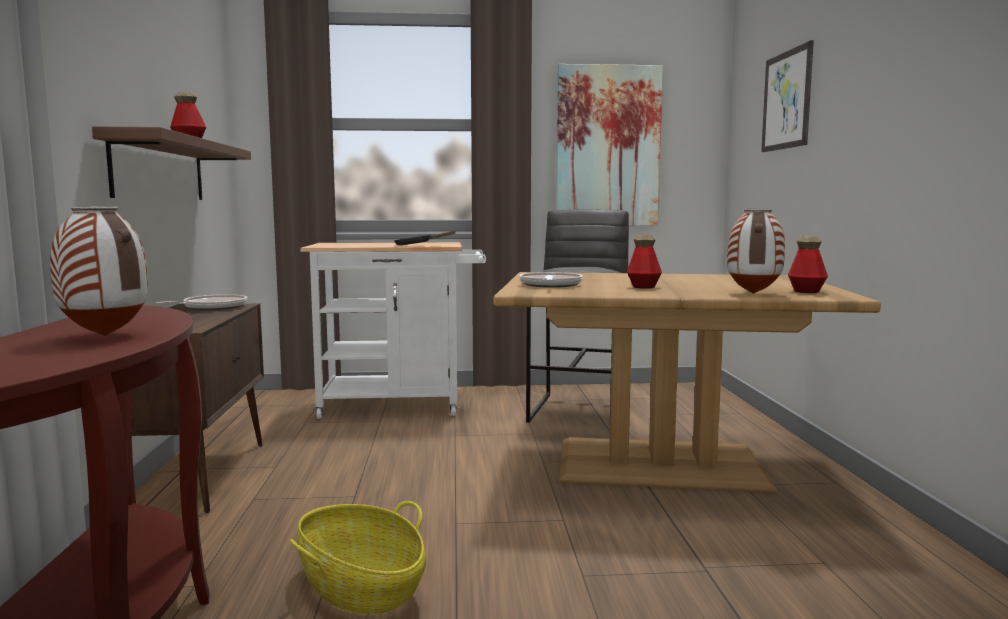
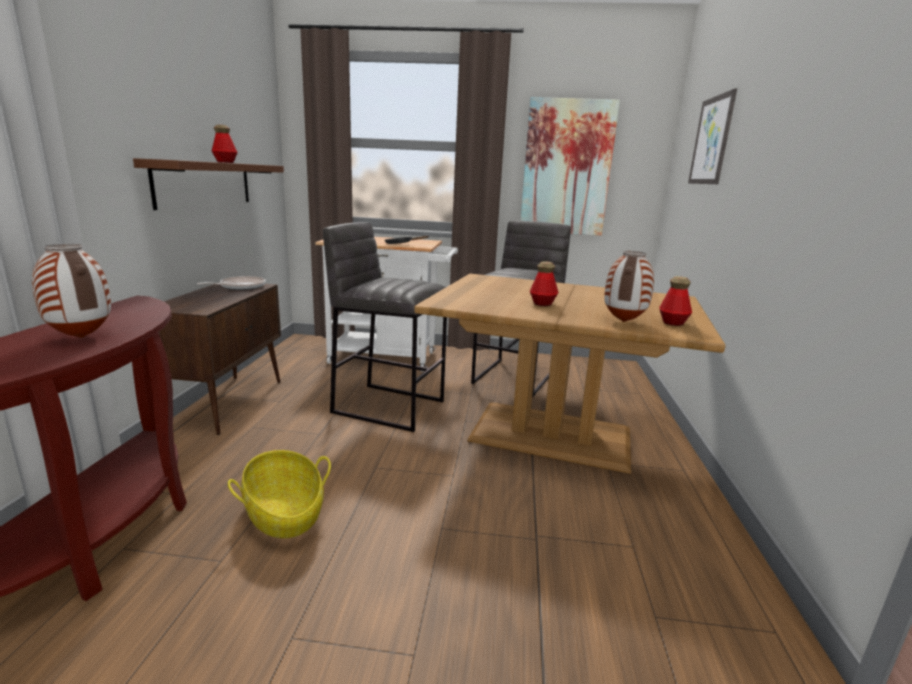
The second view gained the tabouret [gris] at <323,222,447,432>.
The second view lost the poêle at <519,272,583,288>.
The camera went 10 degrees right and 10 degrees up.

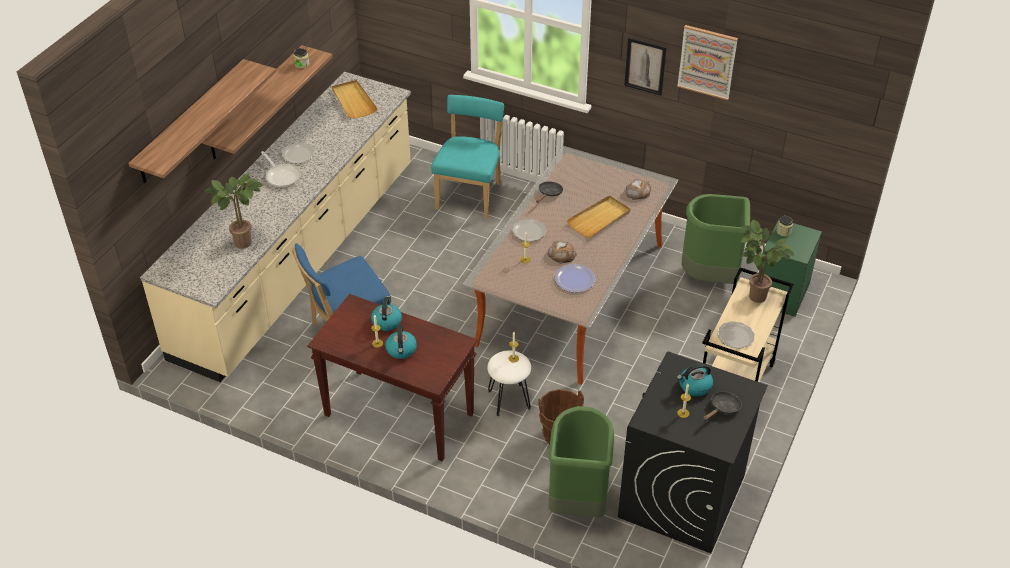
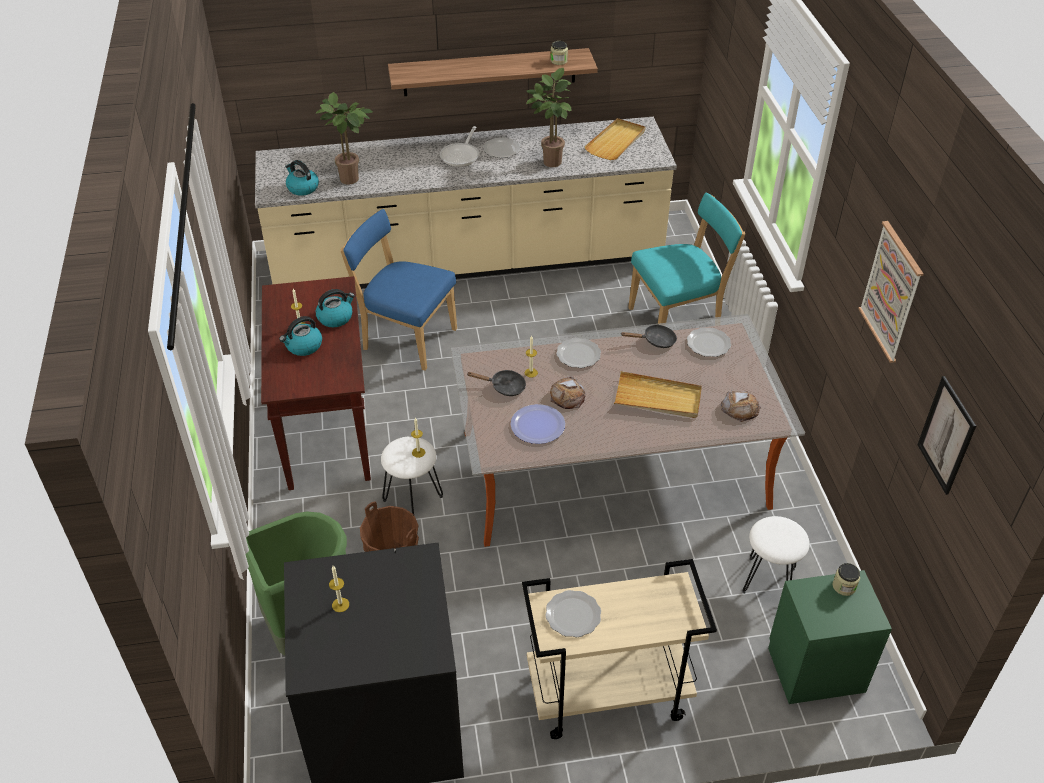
The bouilloire ended up elsewhere, having gone from <677,363,713,396> to <285,160,319,196>.
The poêle [noir] ended up elsewhere, having gone from <703,391,742,421> to <467,370,526,396>.
The plante en pot ended up elsewhere, having gone from <741,220,794,303> to <526,68,571,167>.
The second view gained the assiette at <687,327,731,357>.
Where the poubelle [vert] stood at <682,194,750,284>, the tabouret [blanc] came to stand at <742,516,810,594>.
The tableau ended up elsewhere, having gone from <624,38,667,96> to <917,376,976,495>.
The second view lost the étagère at <128,59,276,183>.
The camera went 55 degrees right and 0 degrees up.

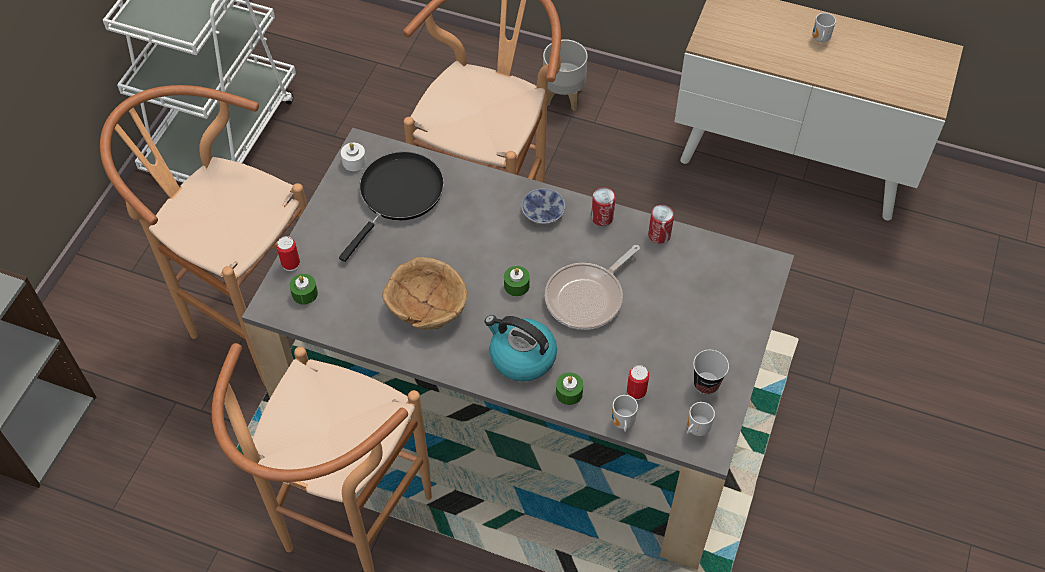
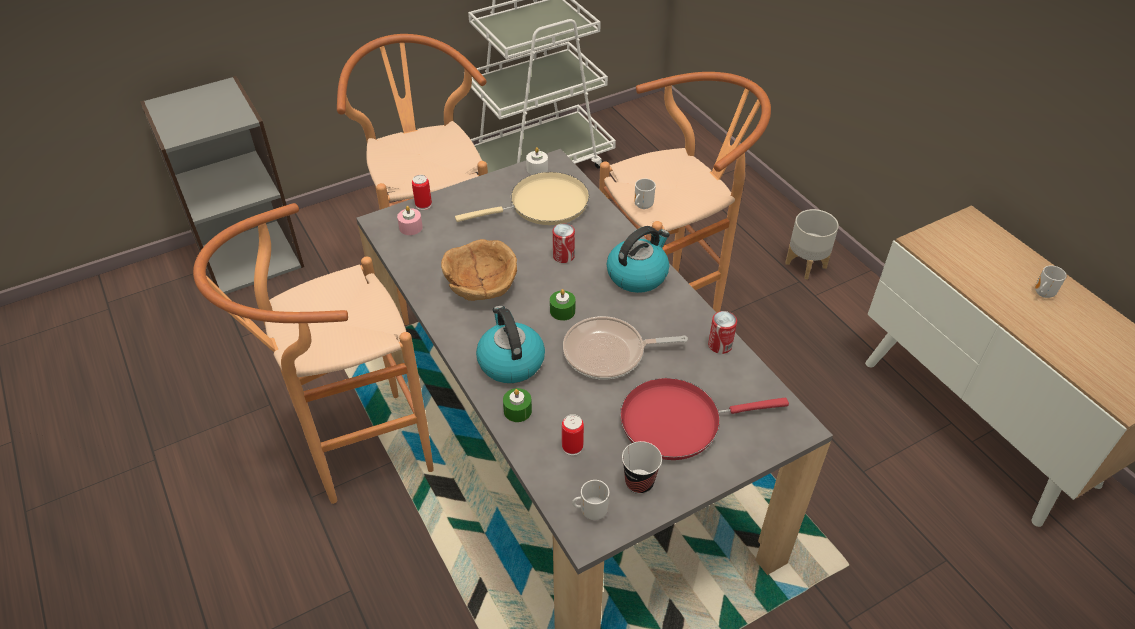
What was the bougie [vert] at <290,274,318,305> turned into the bougie [rose] at <397,206,423,235>.
What was the poêle [noir] at <339,152,444,262> turned into the poêle [beige] at <455,172,589,225>.
The boîte métallique ended up elsewhere, having gone from <591,187,616,226> to <553,223,575,263>.
Where the bol stood at <521,189,565,224>, the bouilloire came to stand at <607,226,670,293>.
The second view gained the poêle [rouge] at <620,378,789,460>.
The mug ended up elsewhere, having gone from <612,395,638,432> to <634,178,656,209>.
The camera went 40 degrees right and 10 degrees down.

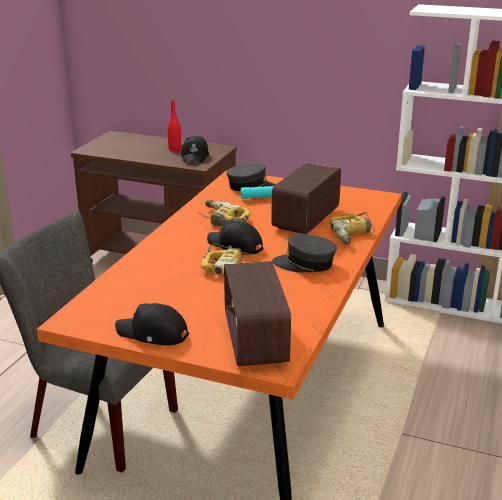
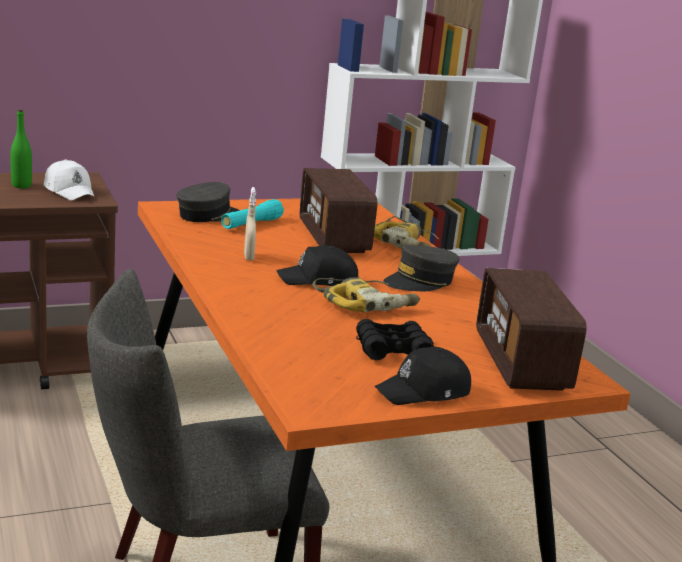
What was the bouteille [rouge] at <167,100,181,151> turned into the bouteille [vert] at <10,109,32,188>.
What was the casquette [noir] at <181,136,209,163> turned into the casquette [blanc] at <44,159,95,200>.
Where the perceuse stood at <197,200,251,226>, the vaporisateur [beige] came to stand at <244,187,256,260>.
The second view gained the jumelles [noir] at <356,319,434,360>.
The radio at <224,261,291,366> ended up facing another way, 45 degrees clockwise from before.
The camera went 45 degrees left and 5 degrees down.

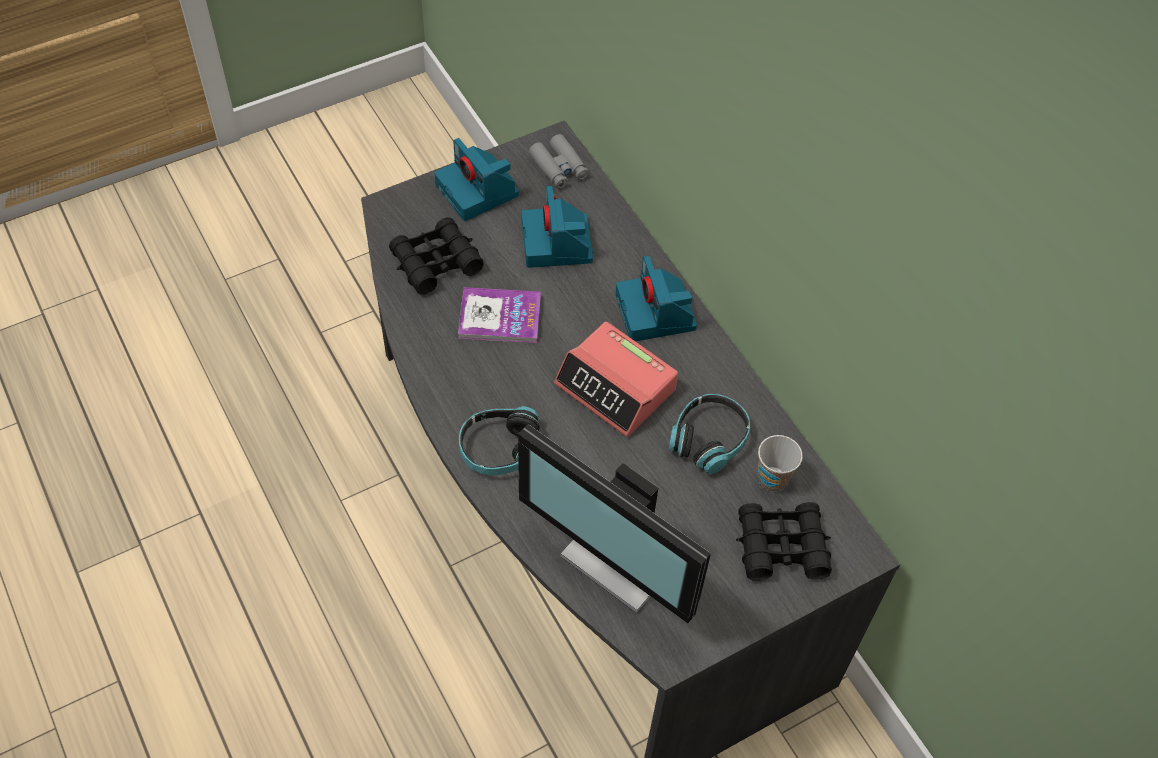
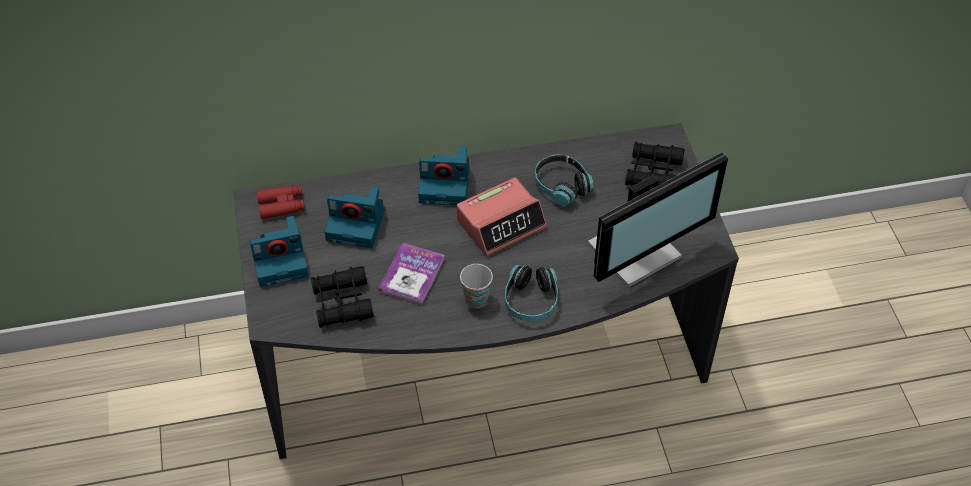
What was the jumelles [gris] at <529,134,589,189> turned into the jumelles [rouge] at <257,185,305,219>.
The tasse ended up elsewhere, having gone from <758,435,803,492> to <460,264,493,308>.
The camera went 70 degrees left and 5 degrees down.

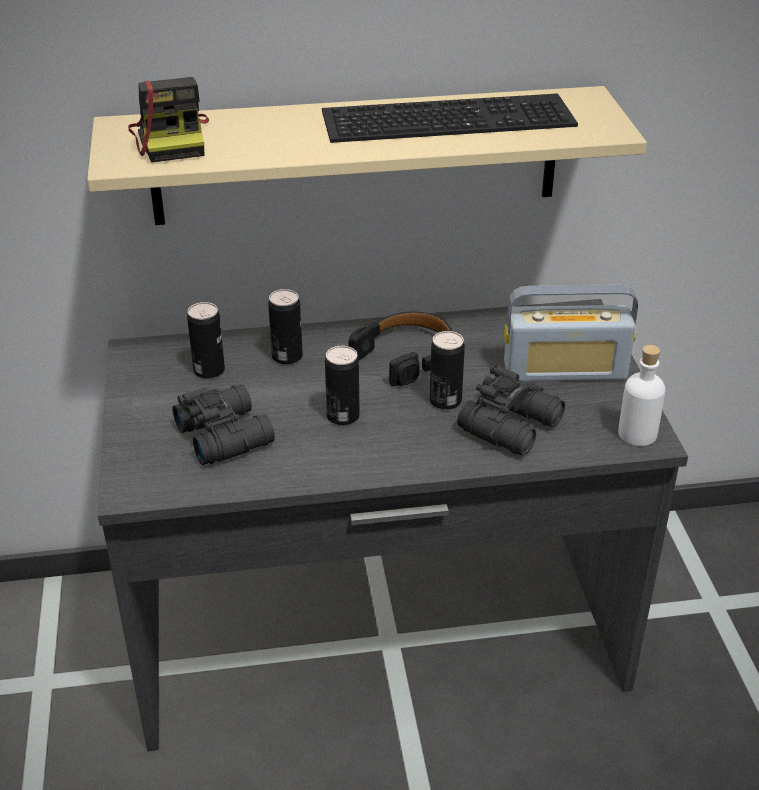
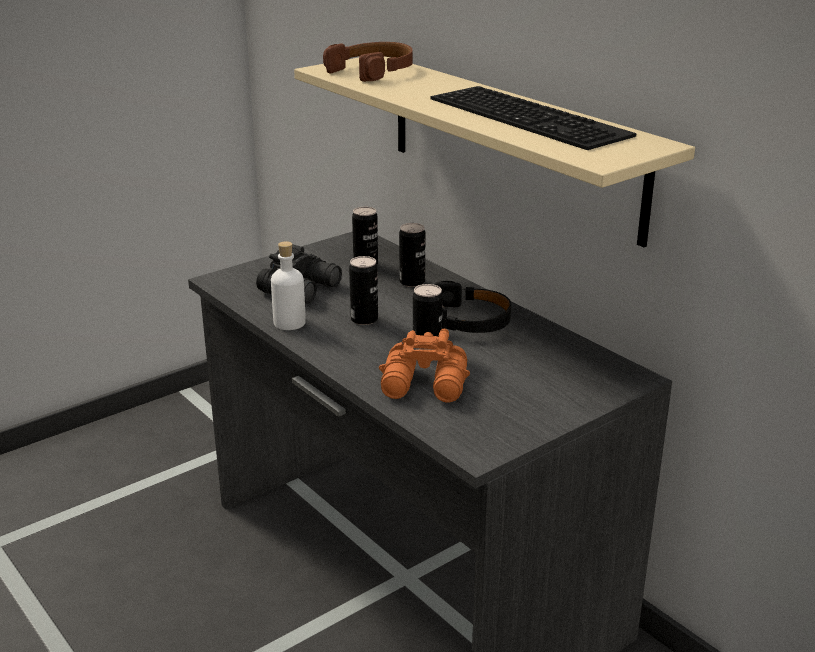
The bouteille [blanc] ended up elsewhere, having gone from <618,345,666,446> to <271,241,306,330>.
Where the appareil photo stood at <128,77,209,162>, the casque audio [marron] came to stand at <323,42,413,82>.
What was the jumelles [noir] at <457,364,565,456> turned into the jumelles [orange] at <379,329,470,403>.
The second view lost the radio at <504,284,638,382>.
The camera went 60 degrees right and 10 degrees down.

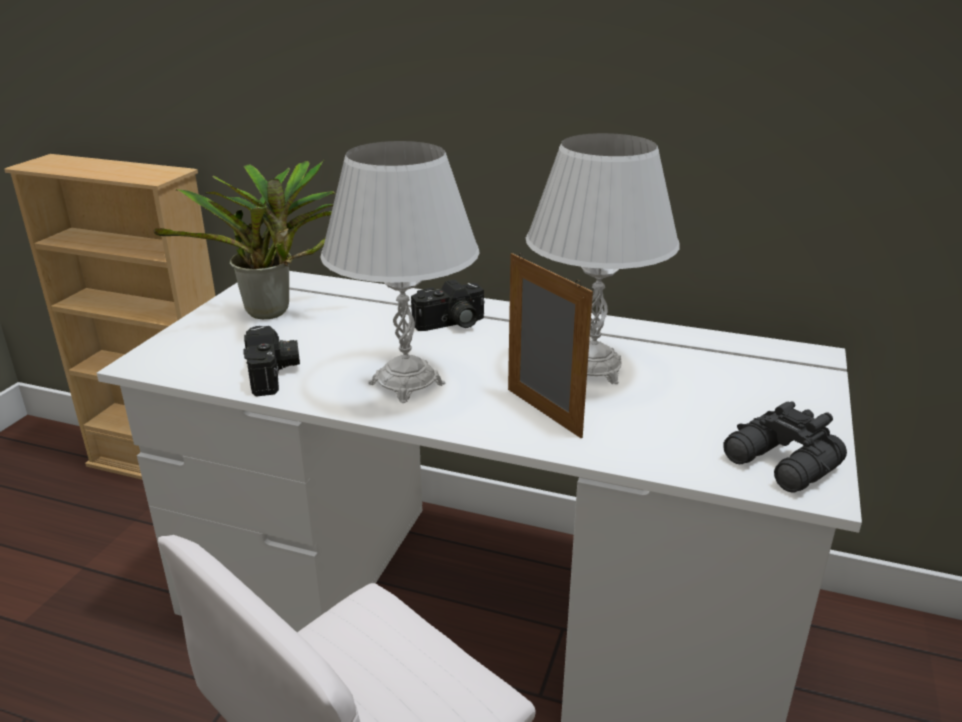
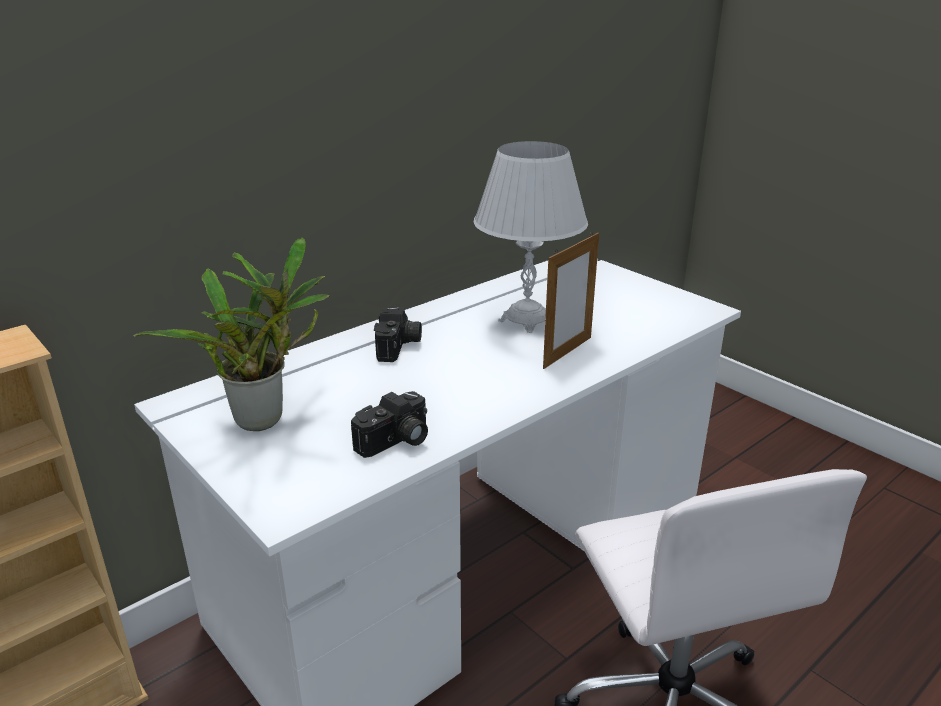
The appareil photo at <243,326,300,397> ended up facing another way, 120 degrees clockwise from before.
The cadre photo at <508,253,593,438> ended up facing another way, 135 degrees clockwise from before.
The second view lost the lampe de table [blanc] at <320,141,480,403>.
The second view lost the jumelles [noir] at <723,401,847,492>.
The camera went 60 degrees left and 0 degrees up.

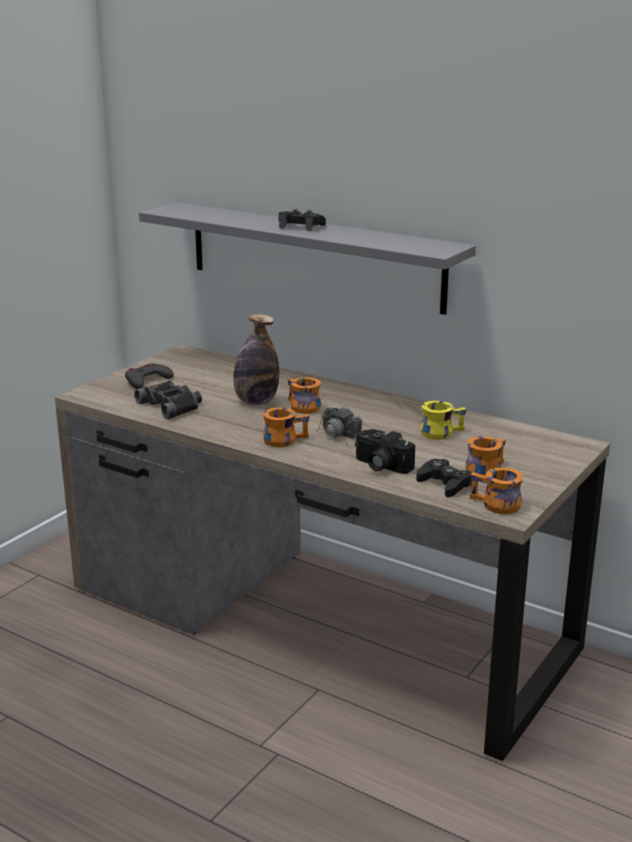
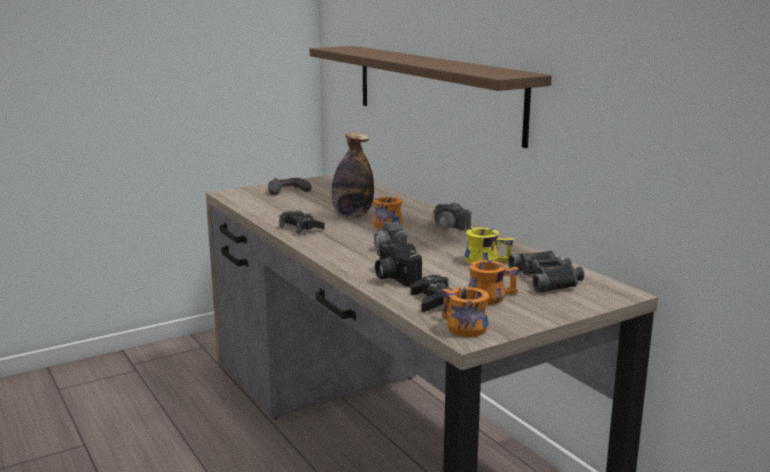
The manette [noir] ended up elsewhere, having gone from <279,208,326,231> to <279,210,325,234>.
What was the étagère [gris] at <139,203,476,315> turned into the étagère [marron] at <310,46,552,148>.
The second view gained the appareil photo at <428,202,471,236>.
The jumelles [noir] ended up elsewhere, having gone from <134,381,202,419> to <509,251,584,293>.
The second view lost the mug [orange] at <263,408,309,447>.
The camera went 25 degrees right and 5 degrees down.

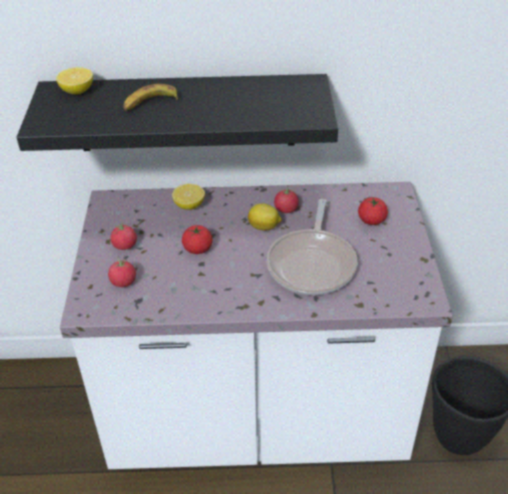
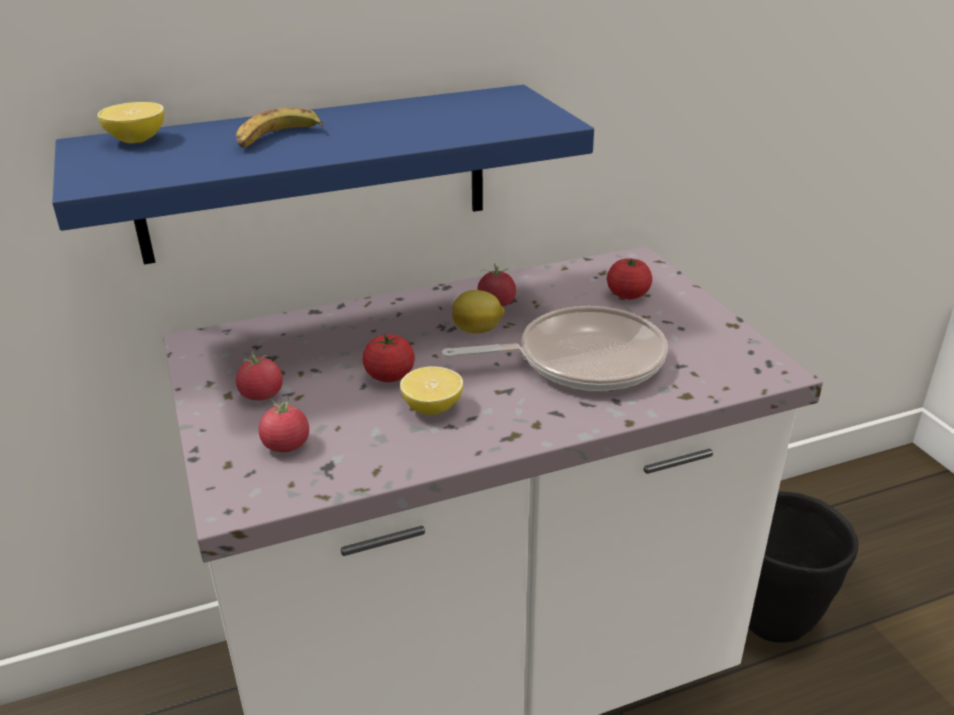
What was the étagère [noir] at <17,74,338,151> turned into the étagère [bleu] at <52,85,594,265>.
The citron ended up elsewhere, having gone from <172,184,205,210> to <400,366,463,415>.
The poêle at <267,199,357,295> ended up facing another way, 90 degrees counterclockwise from before.
The camera went 20 degrees left and 10 degrees down.

